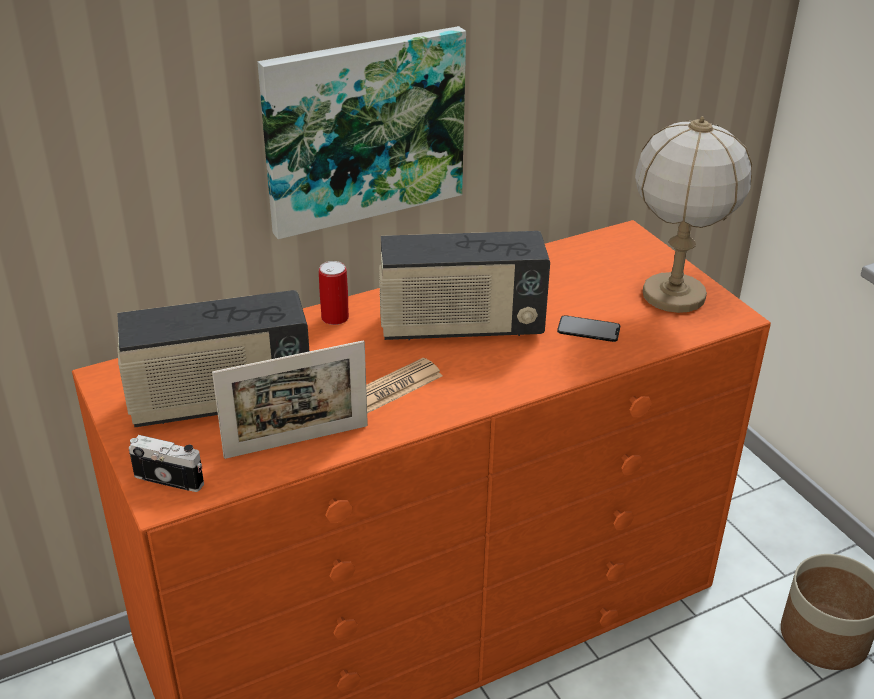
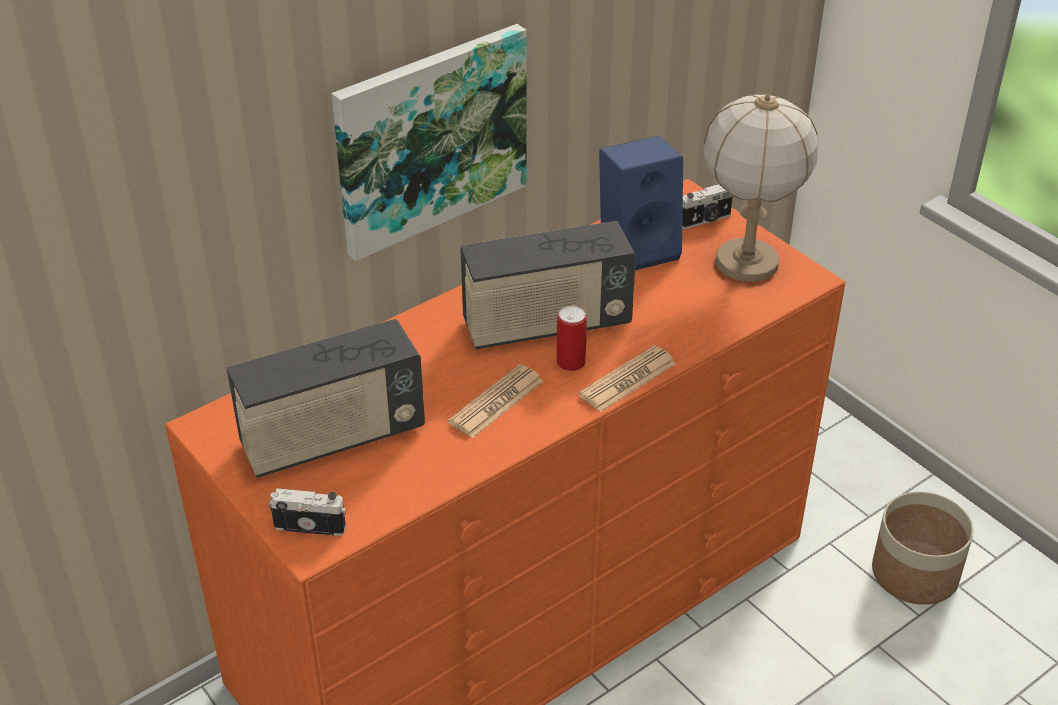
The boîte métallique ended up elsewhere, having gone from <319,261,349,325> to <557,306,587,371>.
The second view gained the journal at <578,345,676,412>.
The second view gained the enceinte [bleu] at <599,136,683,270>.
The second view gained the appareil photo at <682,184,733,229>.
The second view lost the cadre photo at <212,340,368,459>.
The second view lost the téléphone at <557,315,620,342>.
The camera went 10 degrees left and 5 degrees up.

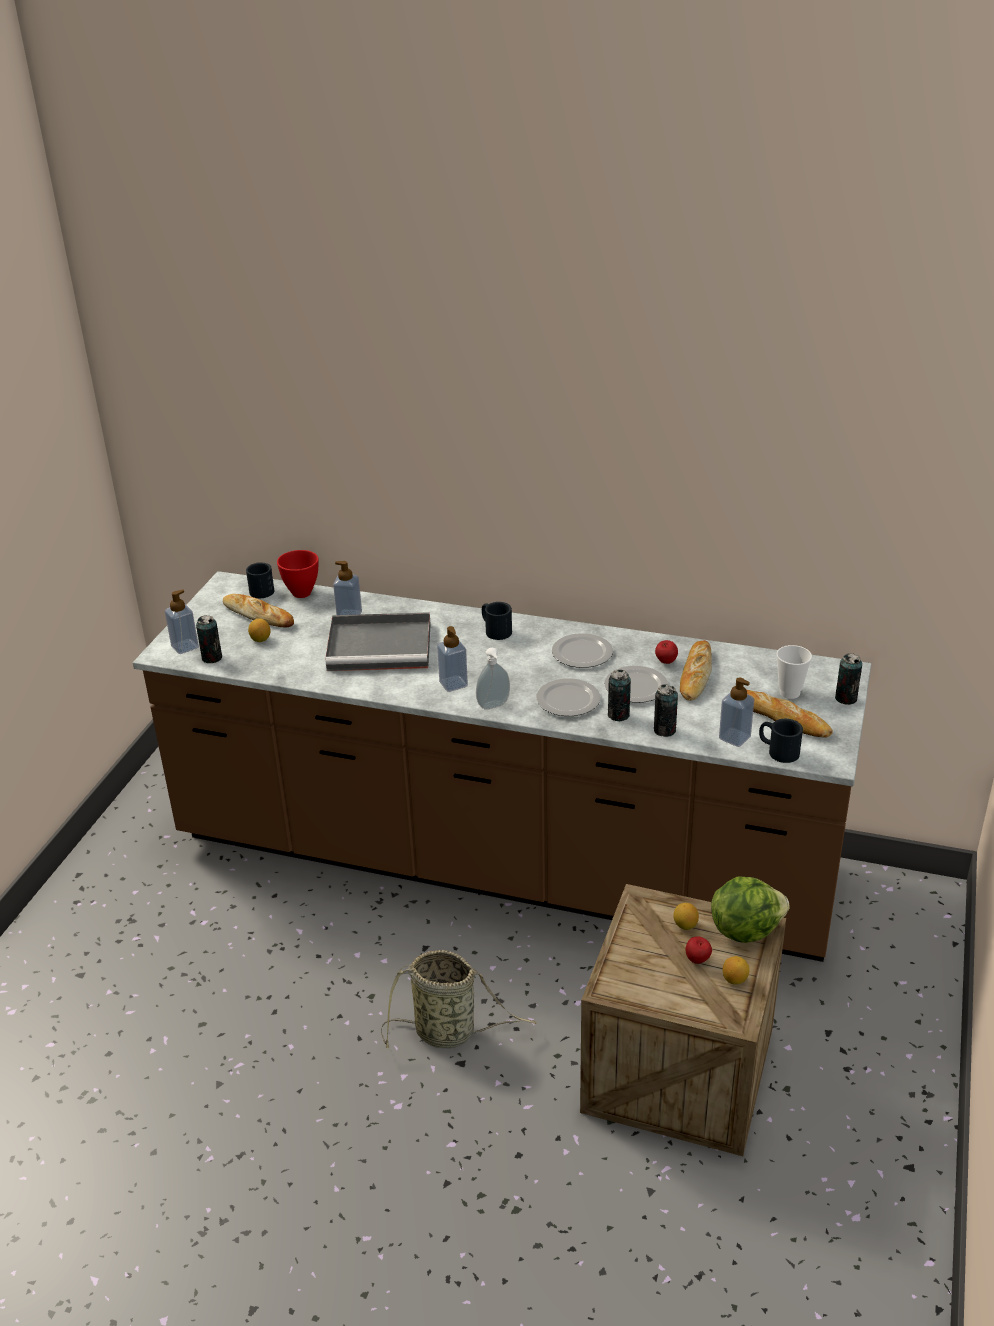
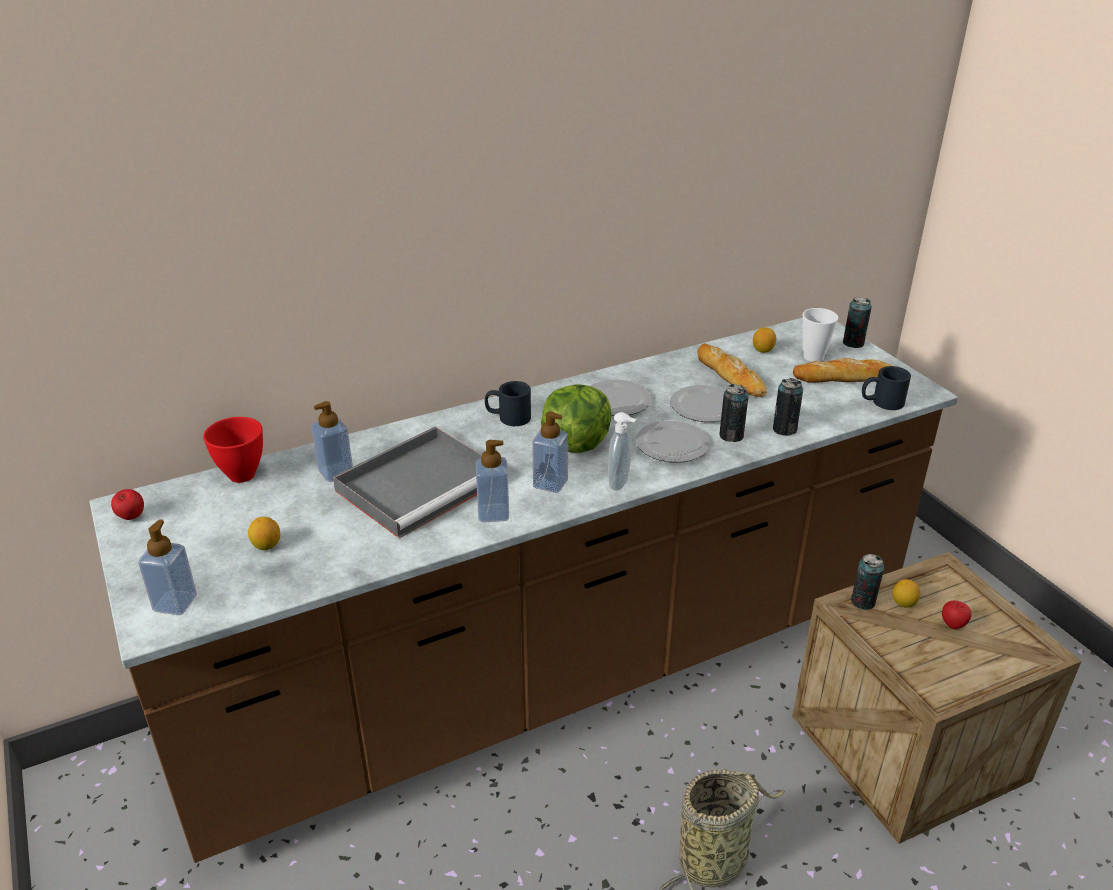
The pomme ended up elsewhere, having gone from <655,640,678,664> to <111,489,144,520>.
The distributeur de savon ended up elsewhere, having gone from <719,678,755,747> to <476,440,509,522>.
The laitue ended up elsewhere, having gone from <711,876,790,943> to <541,384,611,453>.
The citron ended up elsewhere, having gone from <722,956,749,985> to <753,327,776,353>.
The boîte métallique ended up elsewhere, having gone from <196,615,222,663> to <851,554,884,610>.
The second view lost the pain at <223,594,294,627>.
The second view lost the mug [noir] at <246,562,274,598>.
The camera went 45 degrees left and 0 degrees up.

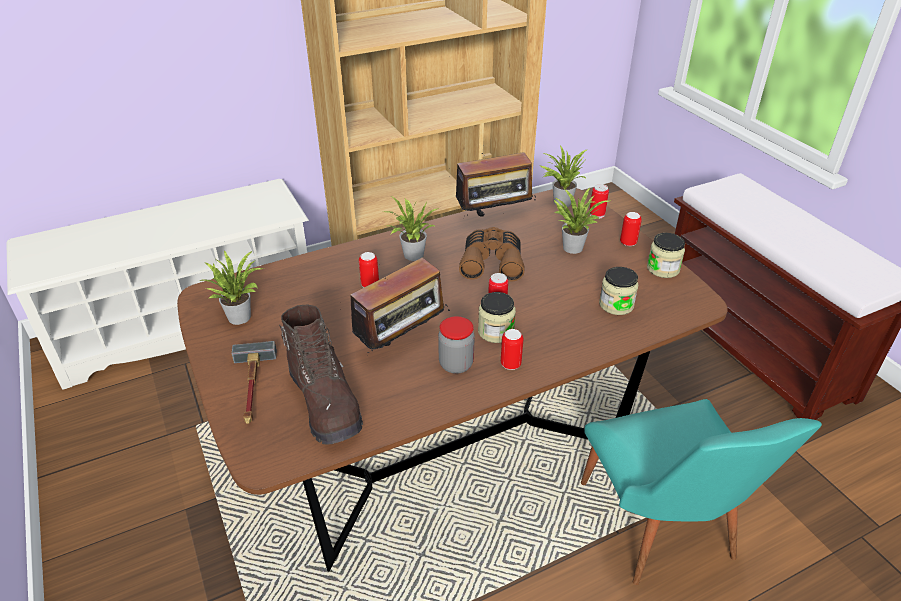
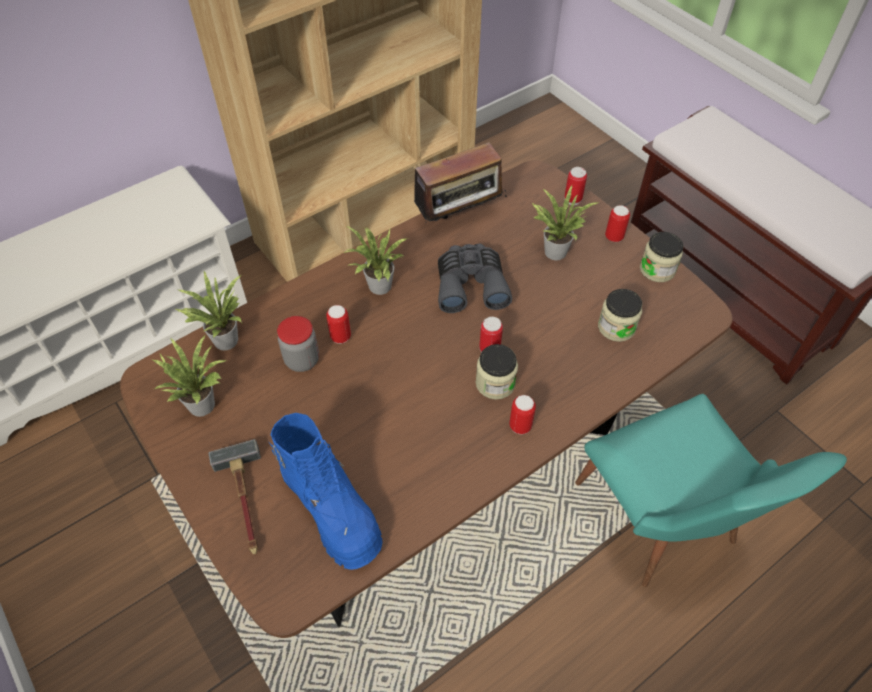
The plante en pot ended up elsewhere, having gone from <538,146,588,207> to <176,271,242,350>.
What was the botte [marron] at <279,304,363,445> turned into the botte [bleu] at <269,413,383,570>.
The bocal ended up elsewhere, having gone from <438,316,475,374> to <277,316,319,372>.
What was the jumelles [marron] at <459,227,525,281> turned into the jumelles [gris] at <438,244,512,313>.
The second view lost the radio at <339,258,451,356>.
The camera went 10 degrees left and 15 degrees up.

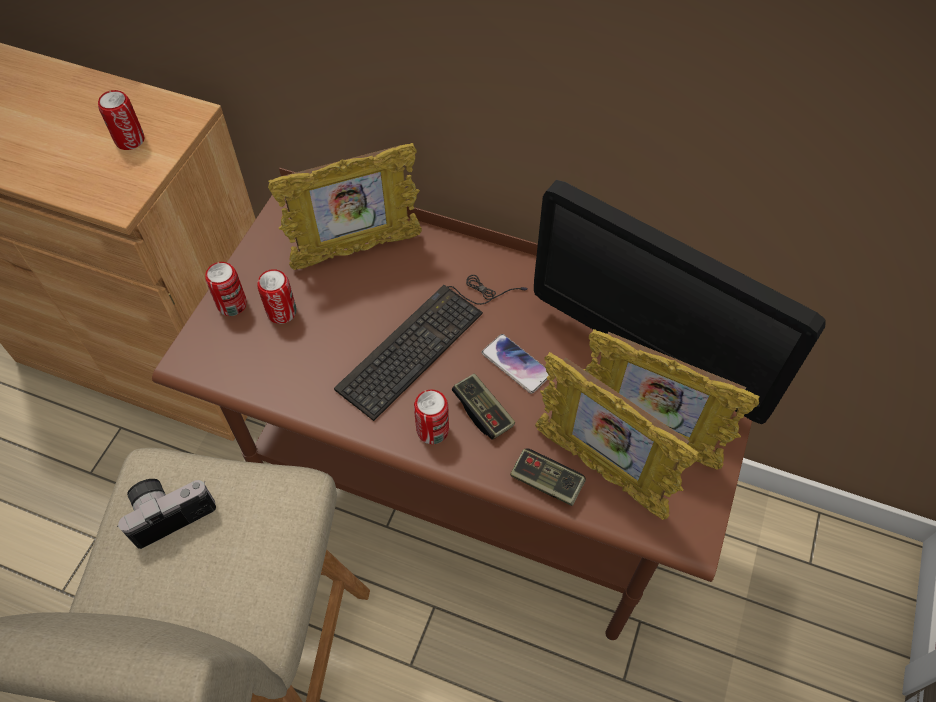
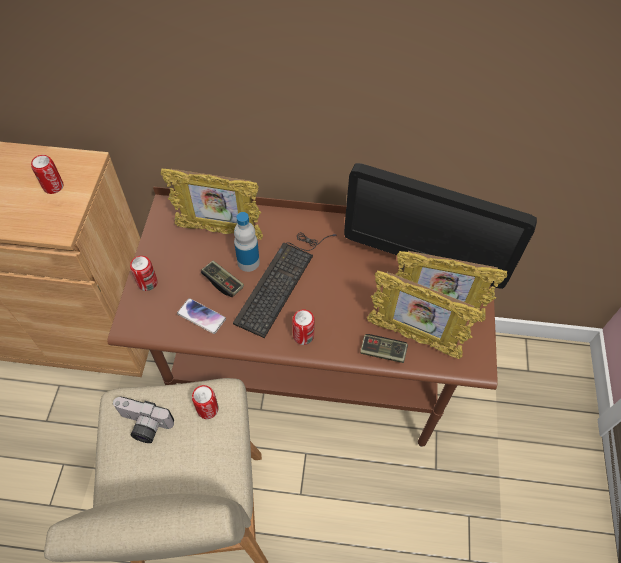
The appareil photo at <117,479,216,549> ended up facing another way, 120 degrees counterclockwise from before.
The cadre photo at <268,143,422,270> ended up facing another way, 45 degrees clockwise from before.
The téléphone ended up elsewhere, having gone from <481,334,548,394> to <177,298,226,334>.
The boîte métallique ended up elsewhere, having gone from <257,269,297,324> to <192,385,219,419>.
The manette ended up elsewhere, having gone from <452,373,515,440> to <201,261,244,297>.
The second view gained the bouteille at <234,212,260,272>.
The camera went 15 degrees left and 0 degrees up.

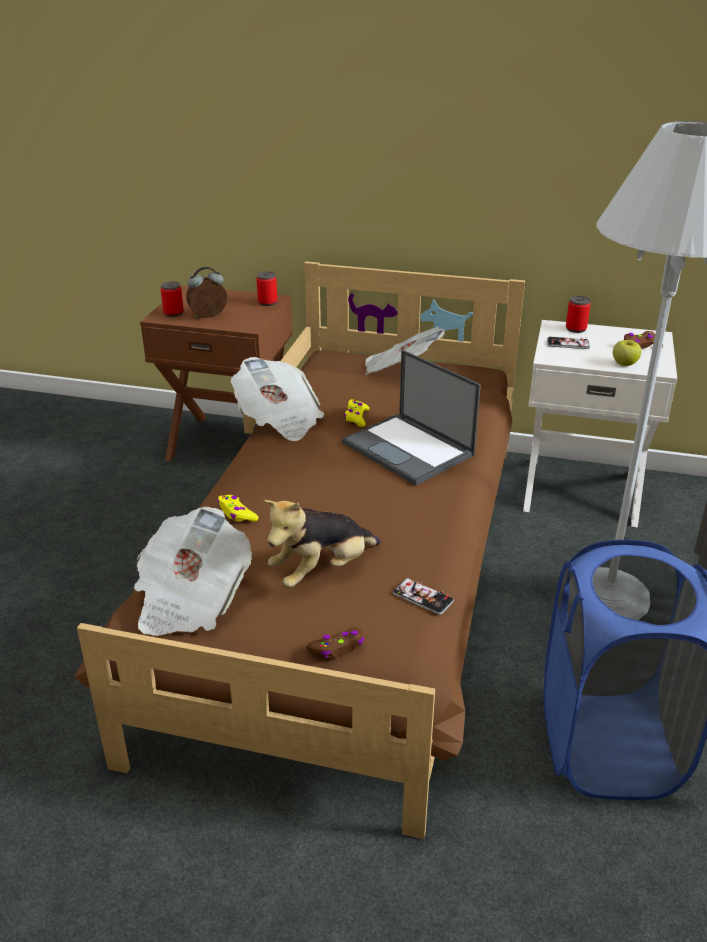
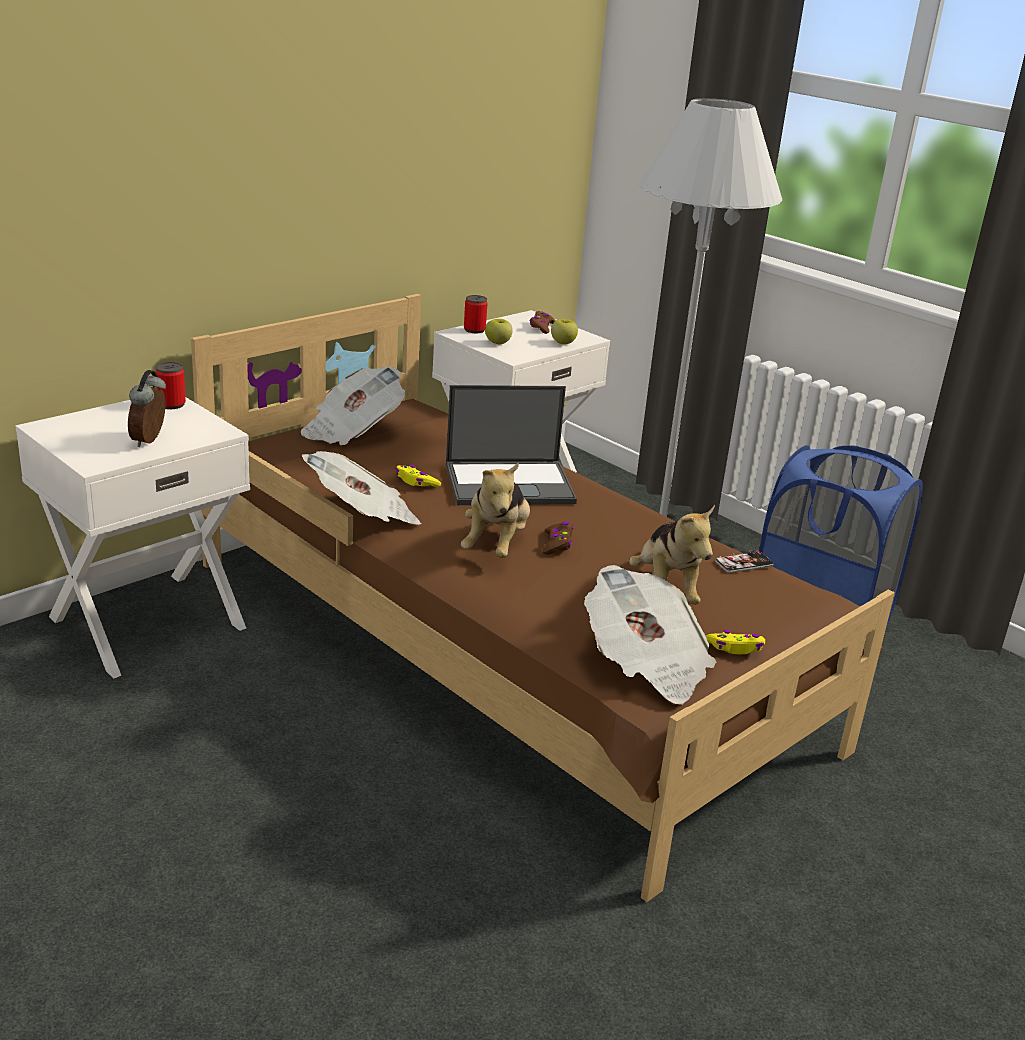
What was the table de chevet [marron] at <140,285,293,462> turned into the table de chevet [blanc] at <15,397,250,679>.
The second view gained the peluche at <461,462,530,558>.
Where the téléphone stood at <547,336,590,349>, the pomme came to stand at <485,319,513,344>.
The manette [marron] ended up elsewhere, having gone from <306,627,365,658> to <542,521,573,555>.
The manette [jaune] ended up elsewhere, having gone from <217,495,259,522> to <706,630,765,654>.
The second view lost the boîte métallique at <161,282,184,317>.
The camera went 60 degrees left and 5 degrees down.

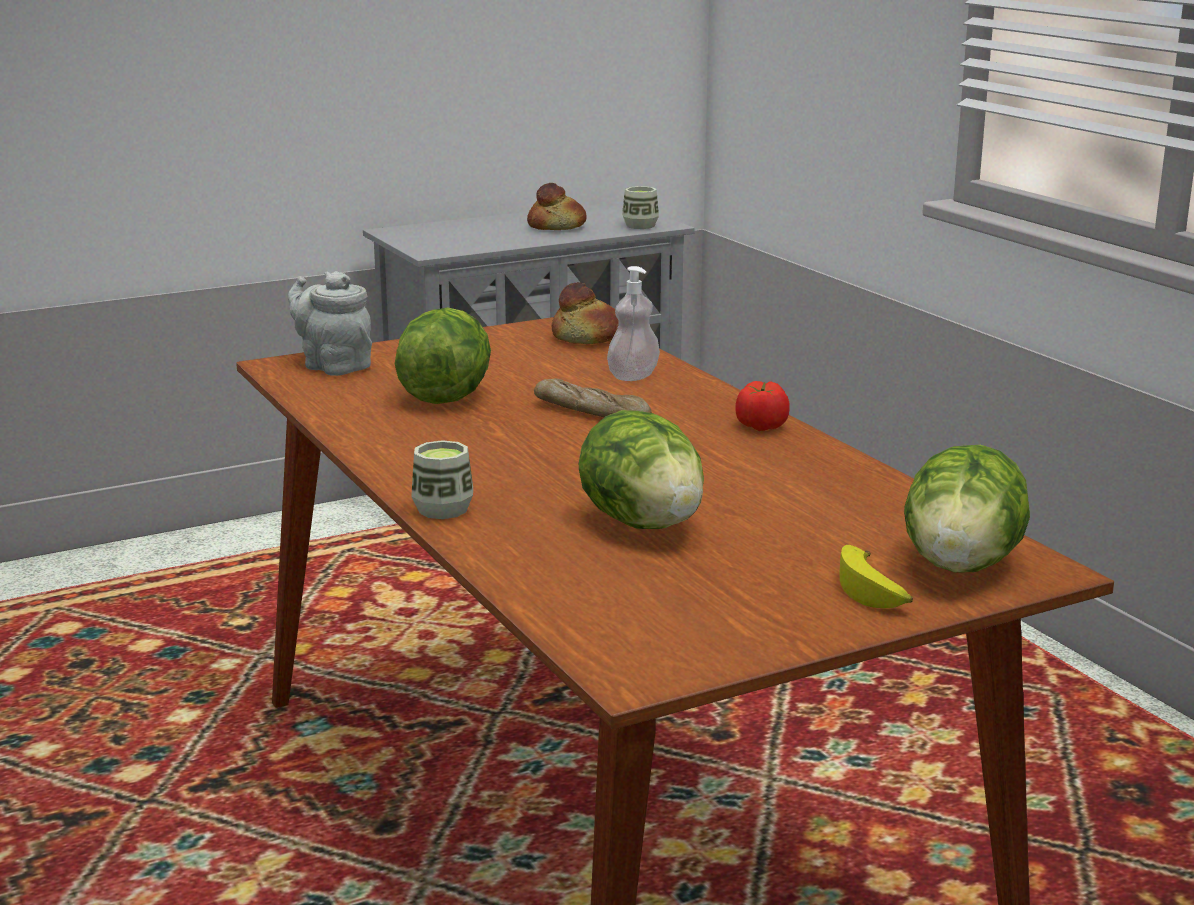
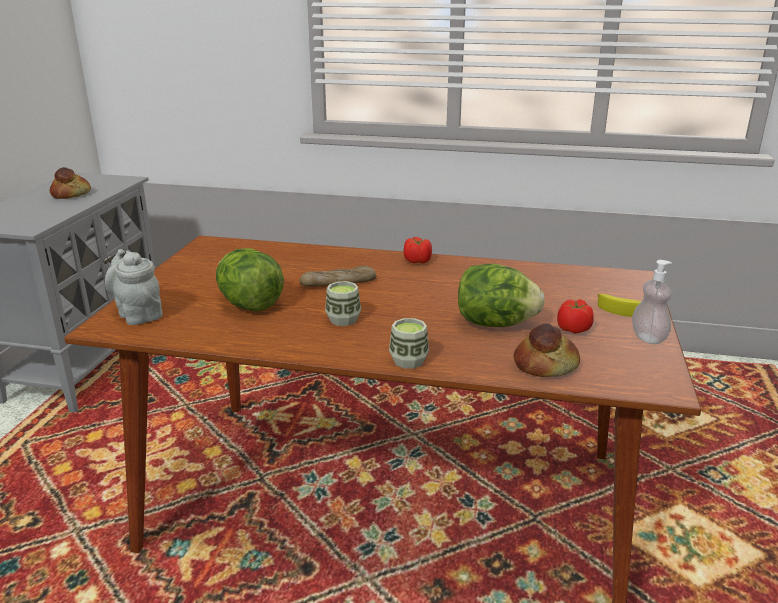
The théière [gris] at <288,271,372,376> ended up facing another way, 60 degrees clockwise from before.
The tasse ended up elsewhere, having gone from <622,186,659,229> to <325,281,361,326>.
The pain ended up elsewhere, having gone from <552,282,618,344> to <514,323,580,377>.
The second view gained the tomate at <557,299,594,334>.
The distributeur de savon ended up elsewhere, having gone from <607,266,660,381> to <632,260,672,344>.
The second view lost the laitue at <904,445,1030,573>.
The camera went 50 degrees left and 5 degrees up.

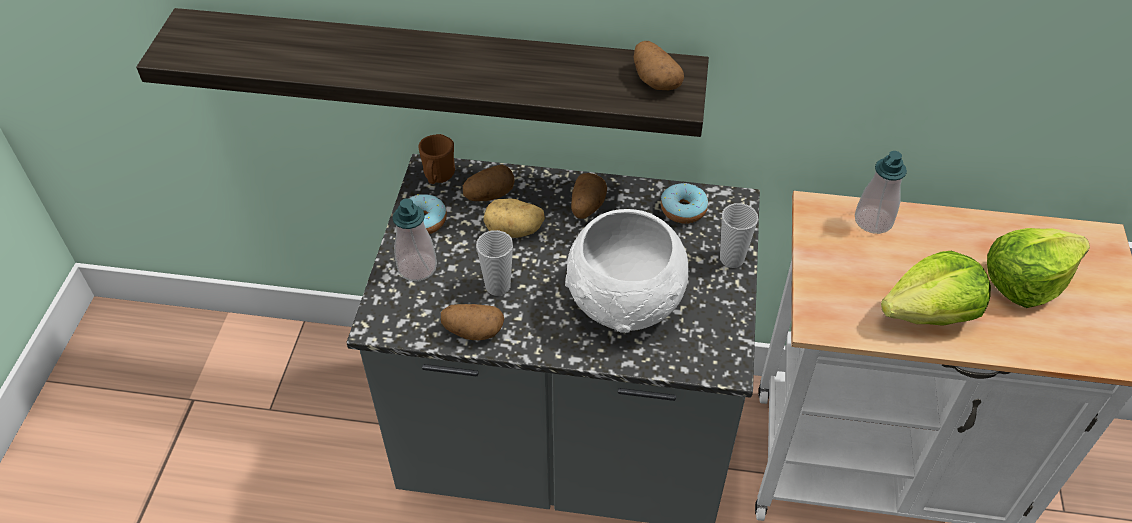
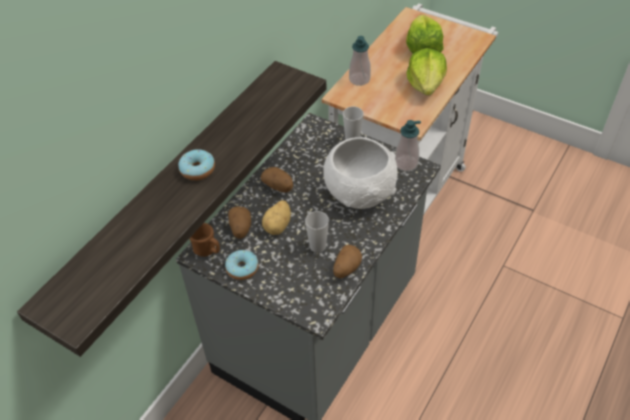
The beignet ended up elsewhere, having gone from <661,183,708,224> to <178,149,215,181>.
The distributeur de savon ended up elsewhere, having gone from <393,198,437,281> to <395,120,421,171>.
The second view lost the pomme de terre at <633,41,684,90>.
The camera went 65 degrees left and 0 degrees up.

